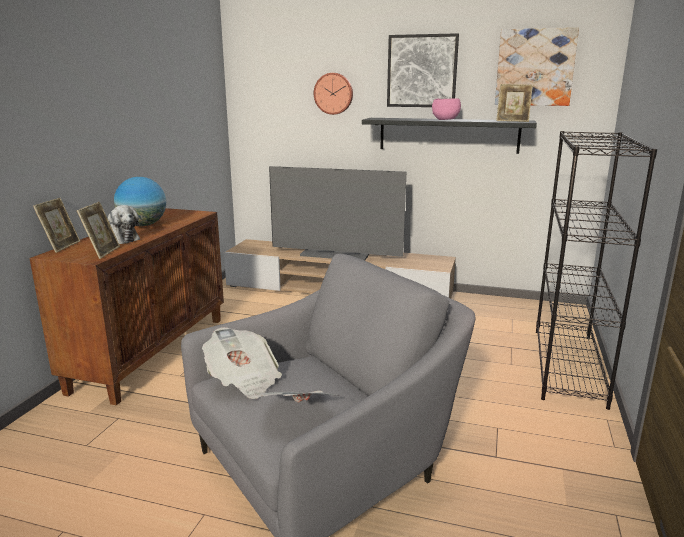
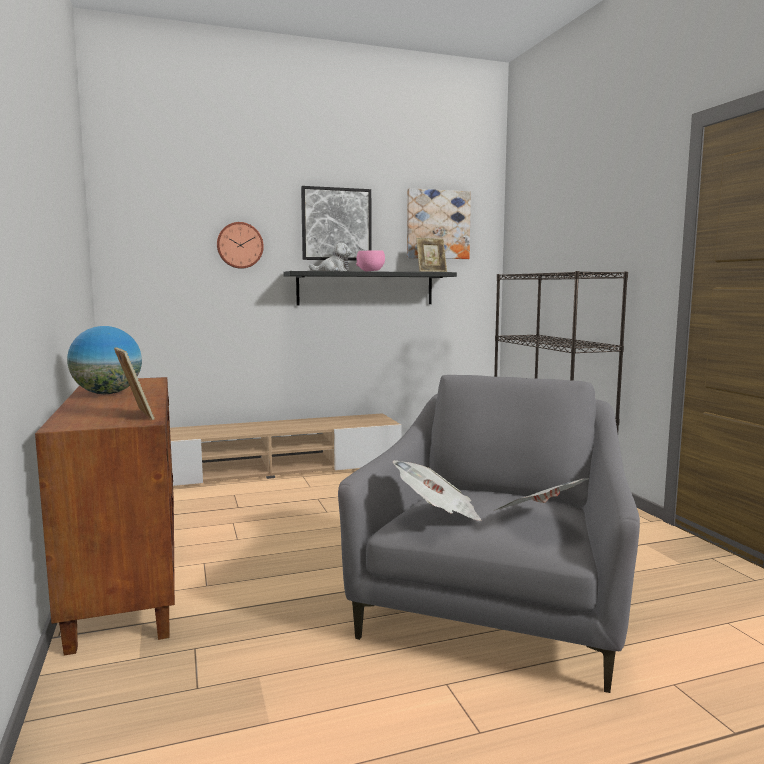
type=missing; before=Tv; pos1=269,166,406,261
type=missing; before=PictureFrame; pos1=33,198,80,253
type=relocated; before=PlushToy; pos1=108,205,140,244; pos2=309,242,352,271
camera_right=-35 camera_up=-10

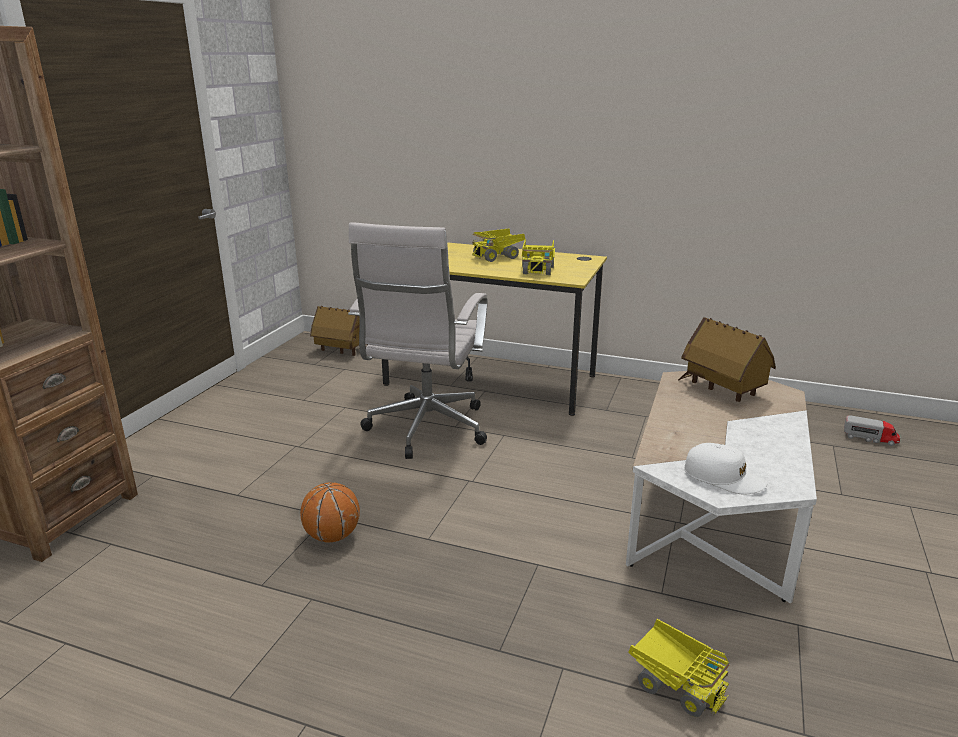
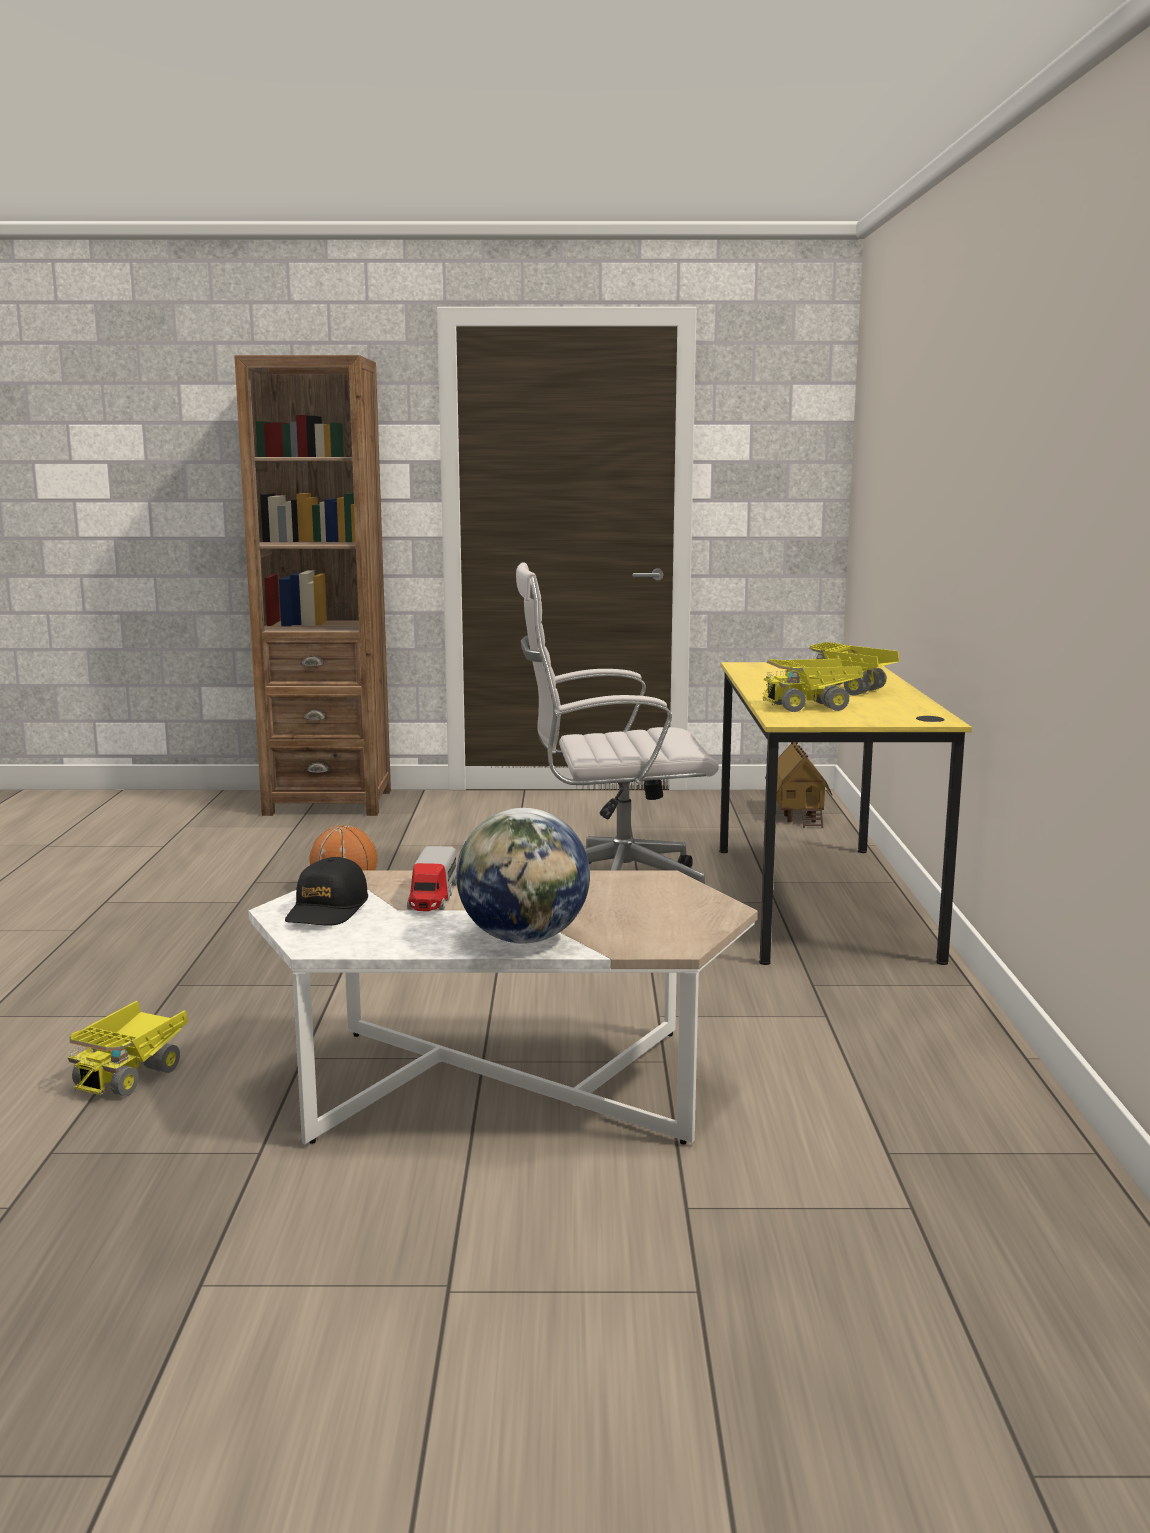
type=missing; before=MiniatureHouse; pos1=678,317,776,402
type=relocated; before=ToyTruck; pos1=844,415,900,446; pos2=407,846,457,911
type=colour; before=WhiteCap; after=BlackishCap; pos1=684,443,767,495; pos2=285,857,368,925
type=appeared; after=WorldGlobe; pos2=456,808,590,944
camera_right=70 camera_up=-10

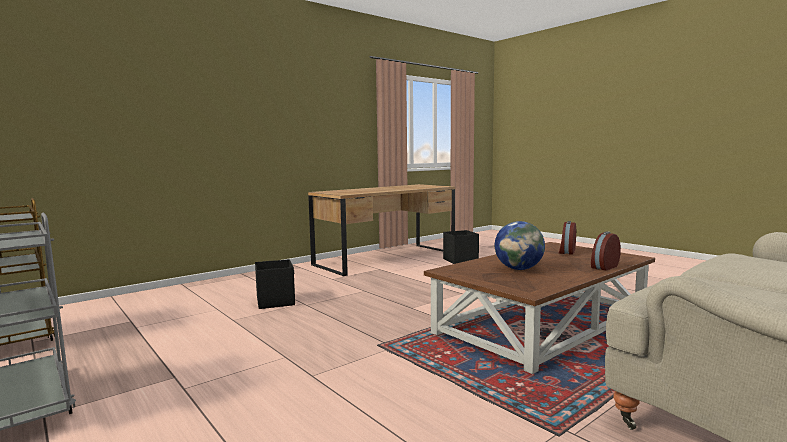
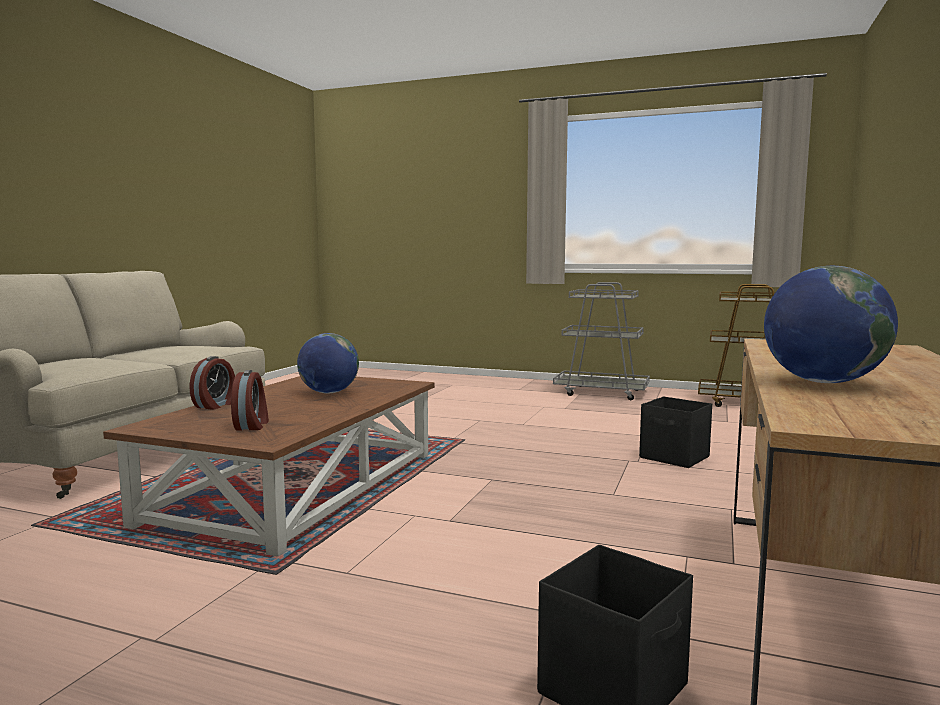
type=appeared; after=WorldGlobe; pos2=764,266,898,383
camera_right=150 camera_up=0

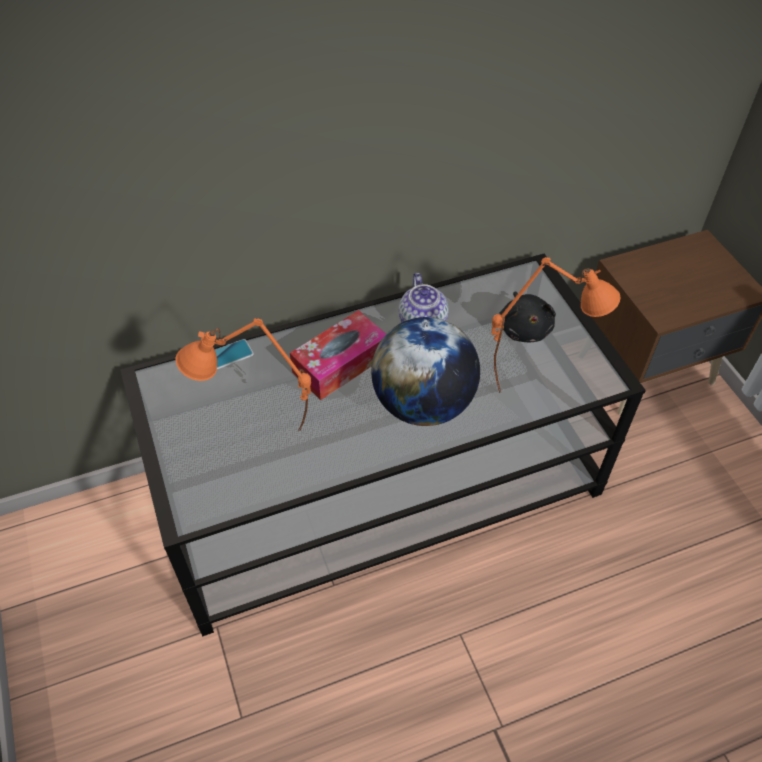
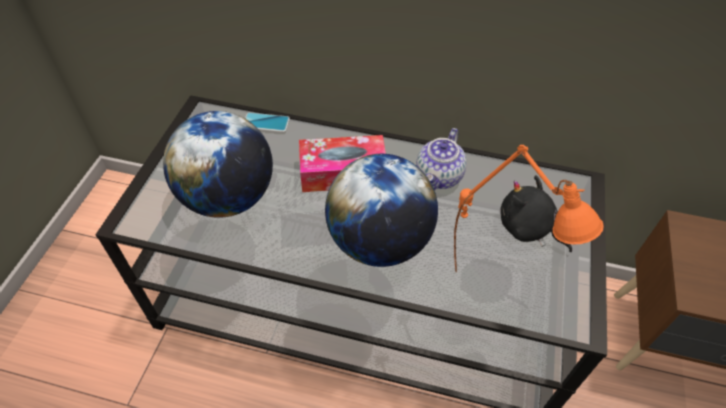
type=spun; before=BlackishPlushToy; pos1=499,291,556,342; pos2=500,175,572,252; turn=105
type=exchanged; before=OrangeColouredTabletopLamp; after=WorldGlobe; pos1=175,318,311,431; pos2=163,111,273,218
camera_right=35 camera_up=0

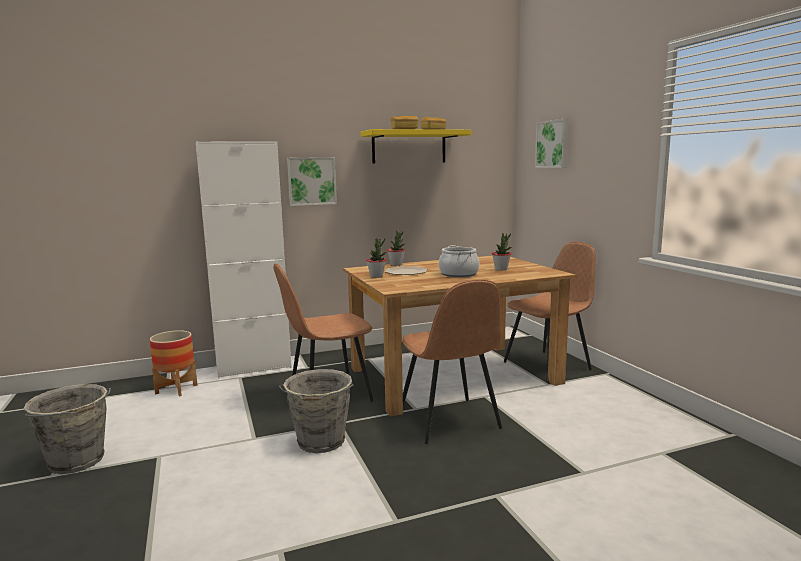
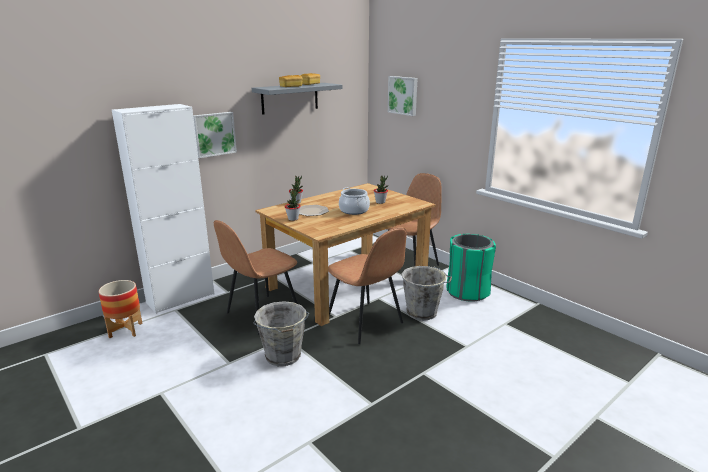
type=colour; before=YellowBracketShelf; after=GreyishBracketShelf; pos1=360,129,472,164; pos2=252,83,342,115
type=relocated; before=GreyishWaterBucket; pos1=23,384,111,474; pos2=402,266,452,320
type=appeared; after=GreenColouredTrashCan; pos2=446,234,496,302
camera_right=-20 camera_up=10

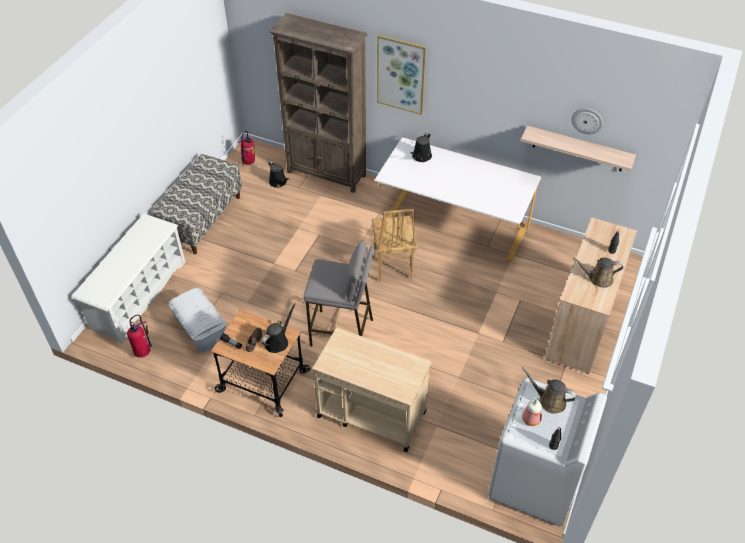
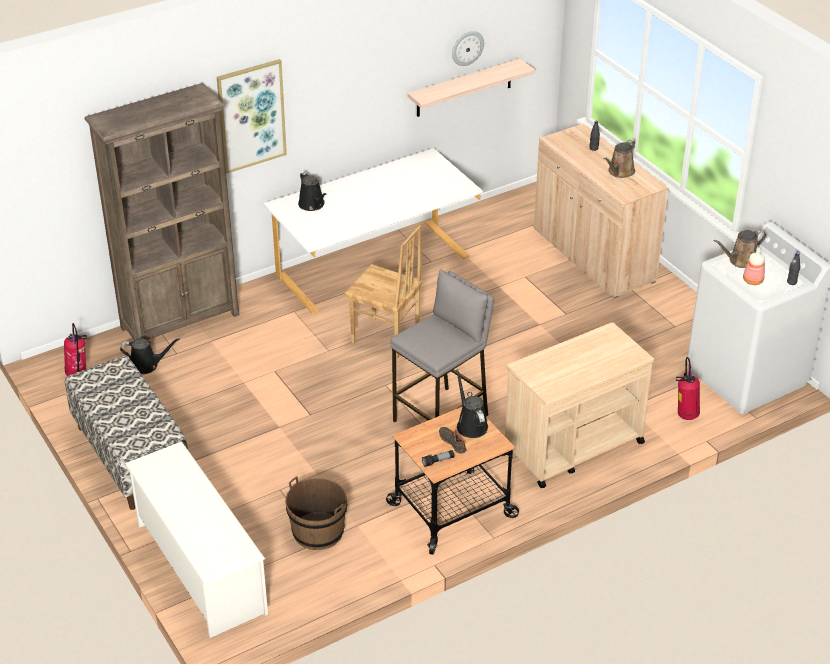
type=exchanged; before=WhiteStorageBin; after=BrownWaterBucket; pos1=169,288,226,352; pos2=285,476,347,550
type=relocated; before=FireExtinguisher; pos1=127,315,152,358; pos2=676,357,700,420
camera_right=-55 camera_up=-10

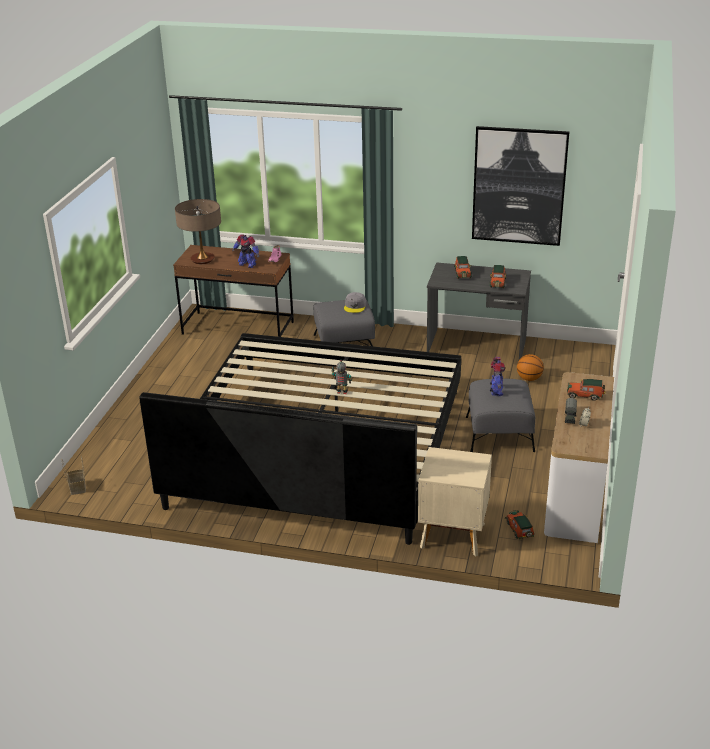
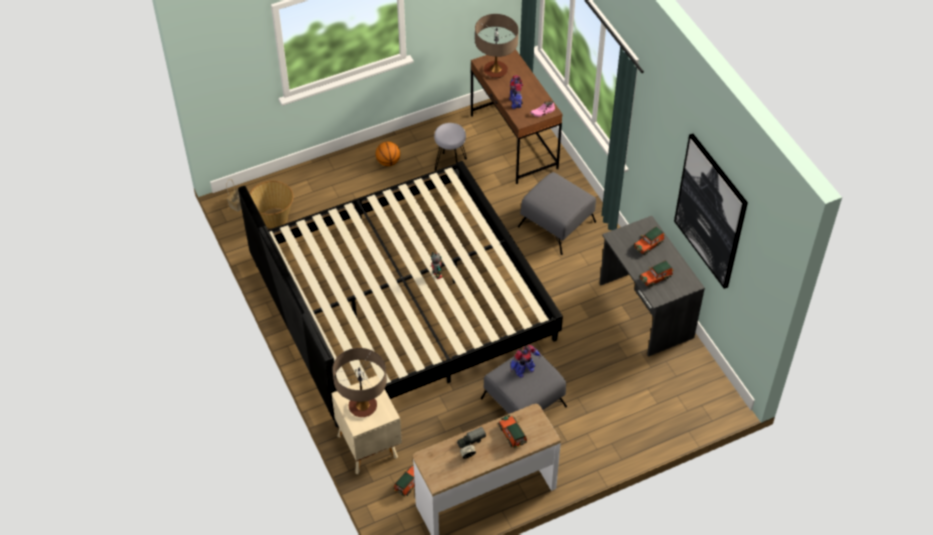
type=missing; before=GreyishCap; pos1=344,292,366,313
type=relocated; before=BallForBasketball; pos1=517,354,544,381; pos2=376,141,400,166
type=appeared; after=GreyishStoolSeat; pos2=434,123,467,171
type=appeared; after=StorageBasket; pos2=249,181,294,228
type=appeared; after=TabletopLamp; pos2=332,348,387,417
camera_right=50 camera_up=20

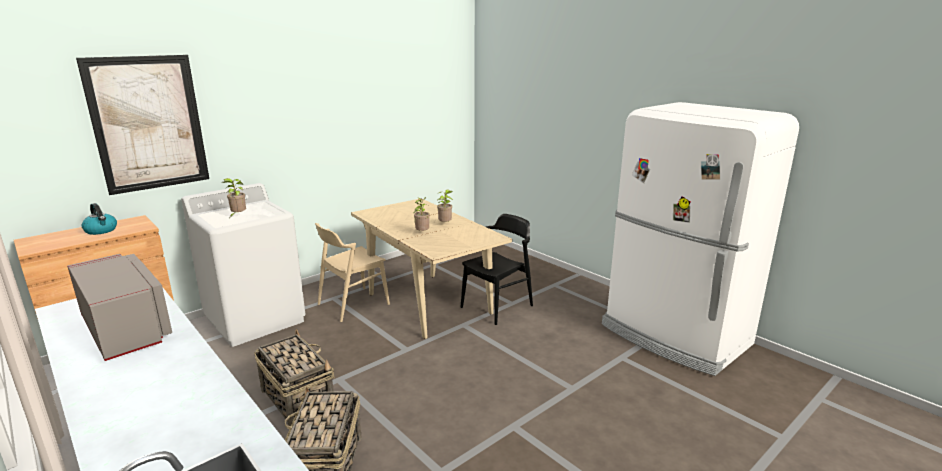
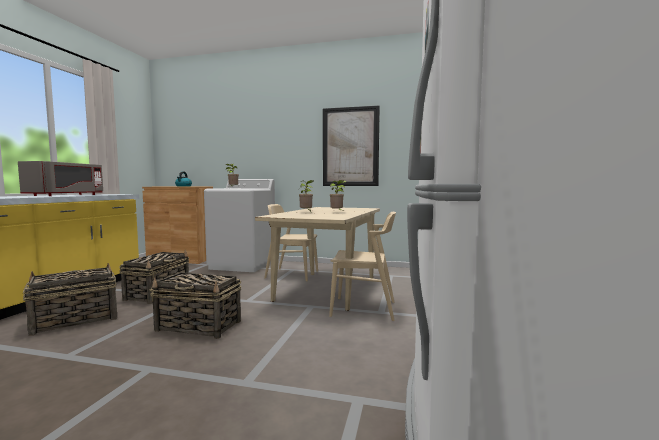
type=relocated; before=Picture; pos1=76,55,209,195; pos2=323,105,380,186
type=colour; before=BlackishPlainChair; after=BeigePlainChair; pos1=461,214,533,325; pos2=329,212,396,321
type=appeared; after=StorageBasket; pos2=150,272,241,339
camera_right=55 camera_up=-15

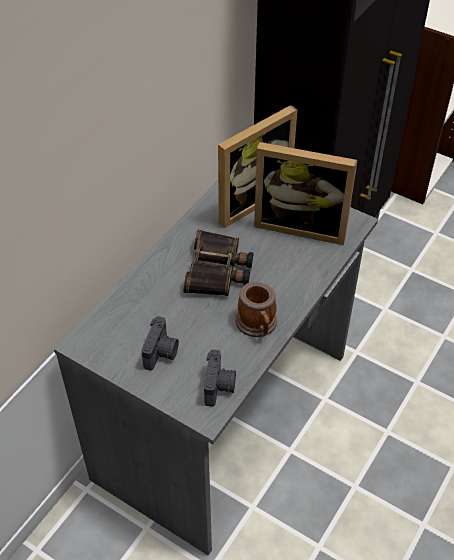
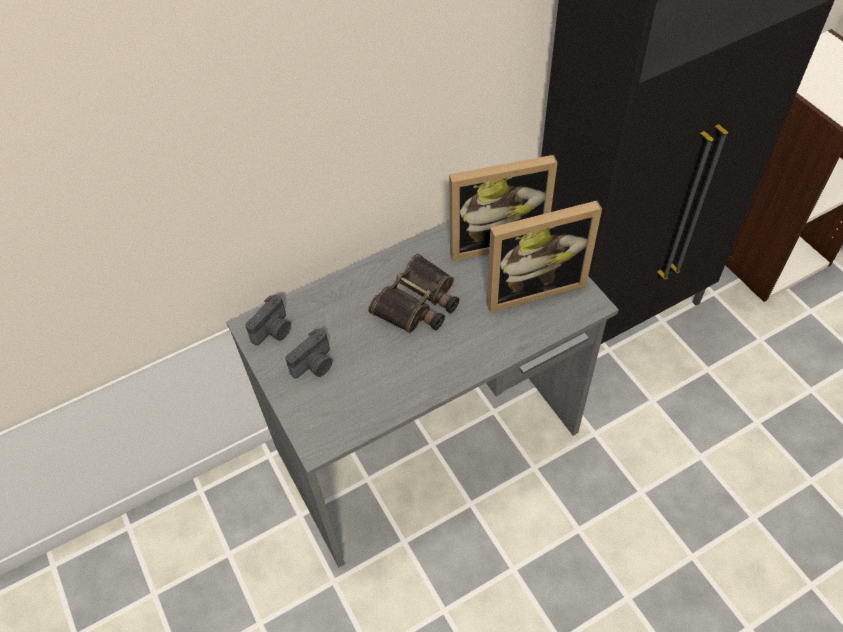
type=spun; before=PictureFrame; pos1=254,142,358,245; pos2=487,201,602,313; turn=-60
type=missing; before=TeaMug; pos1=235,282,277,337
type=relocated; before=PhotoCamera; pos1=204,350,236,407; pos2=245,294,291,346
camera_right=30 camera_up=5

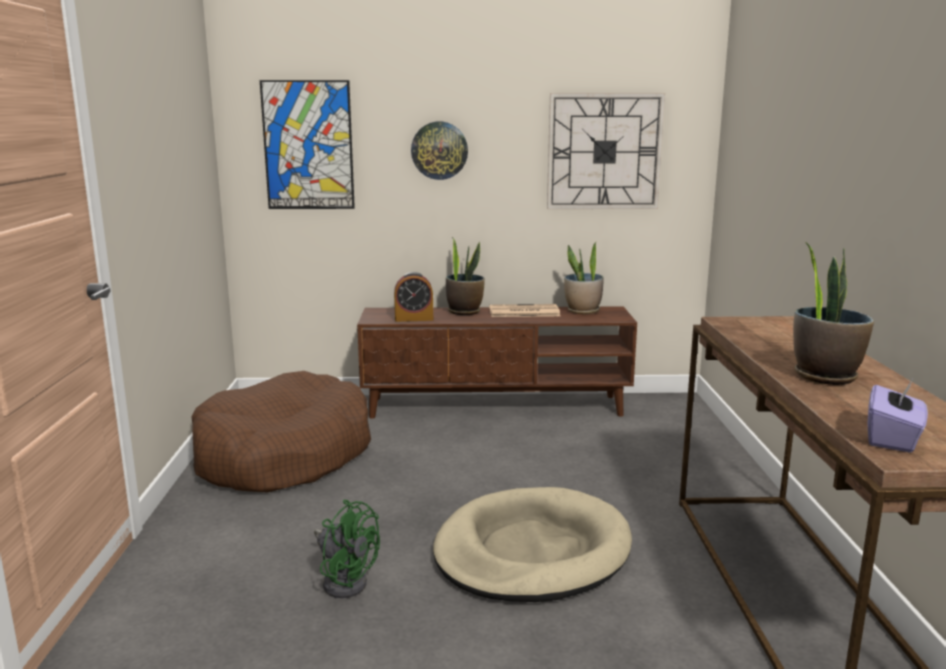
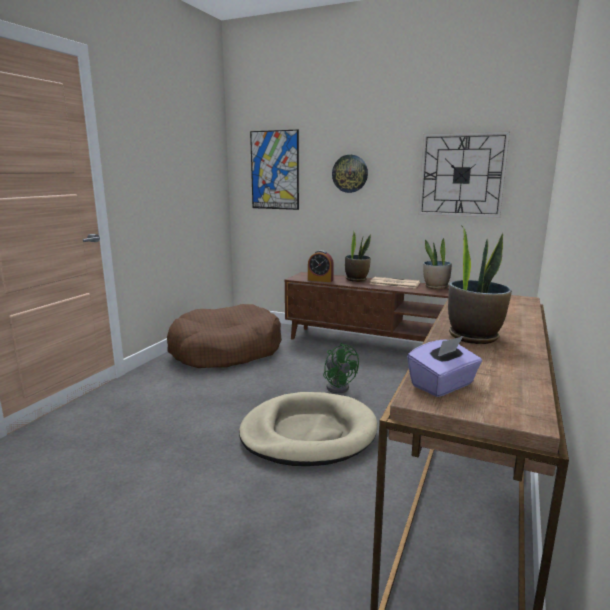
type=relocated; before=GreenColouredElectricFan; pos1=314,500,380,598; pos2=323,343,359,393
camera_right=25 camera_up=0

